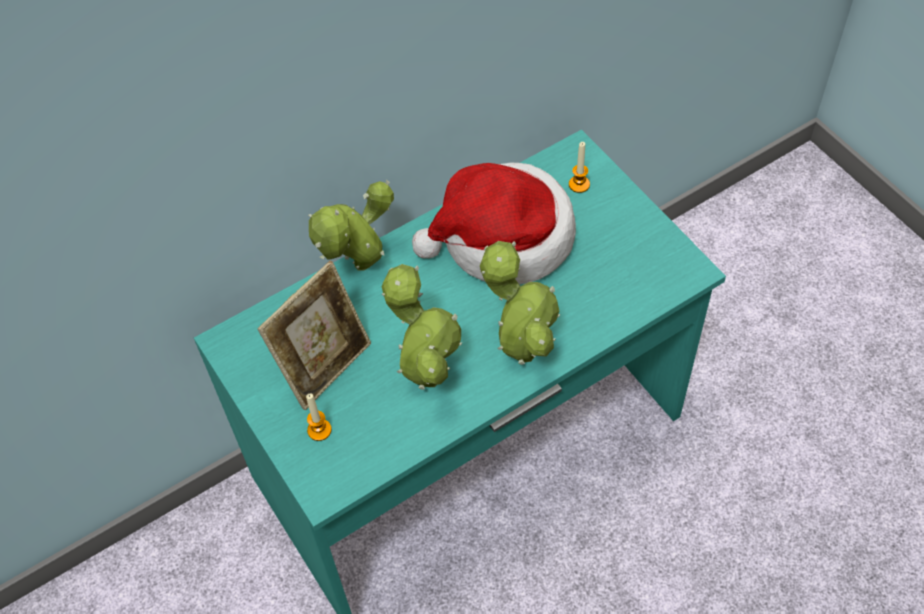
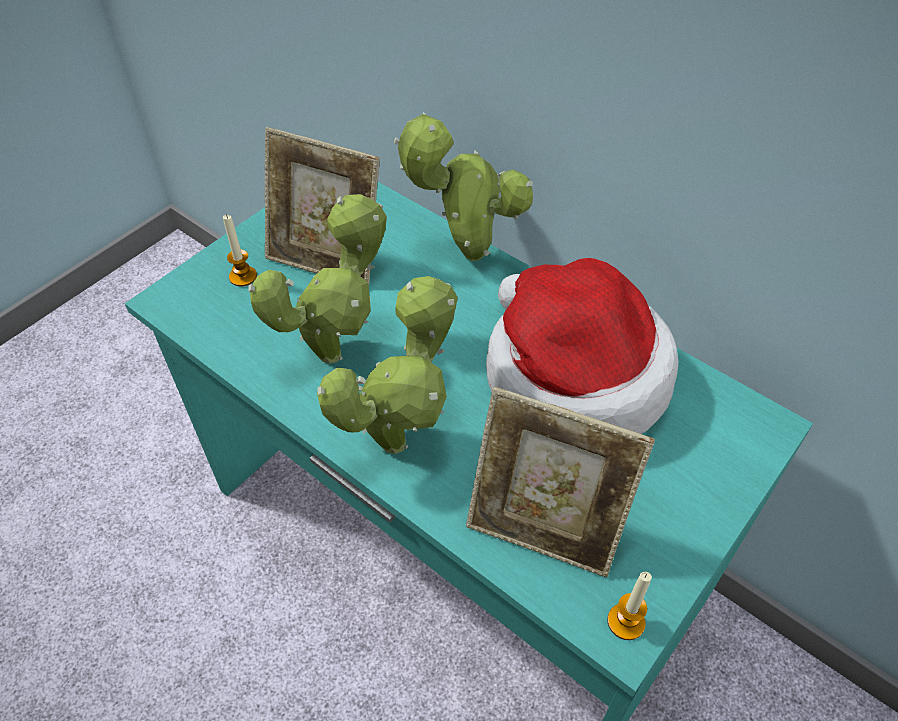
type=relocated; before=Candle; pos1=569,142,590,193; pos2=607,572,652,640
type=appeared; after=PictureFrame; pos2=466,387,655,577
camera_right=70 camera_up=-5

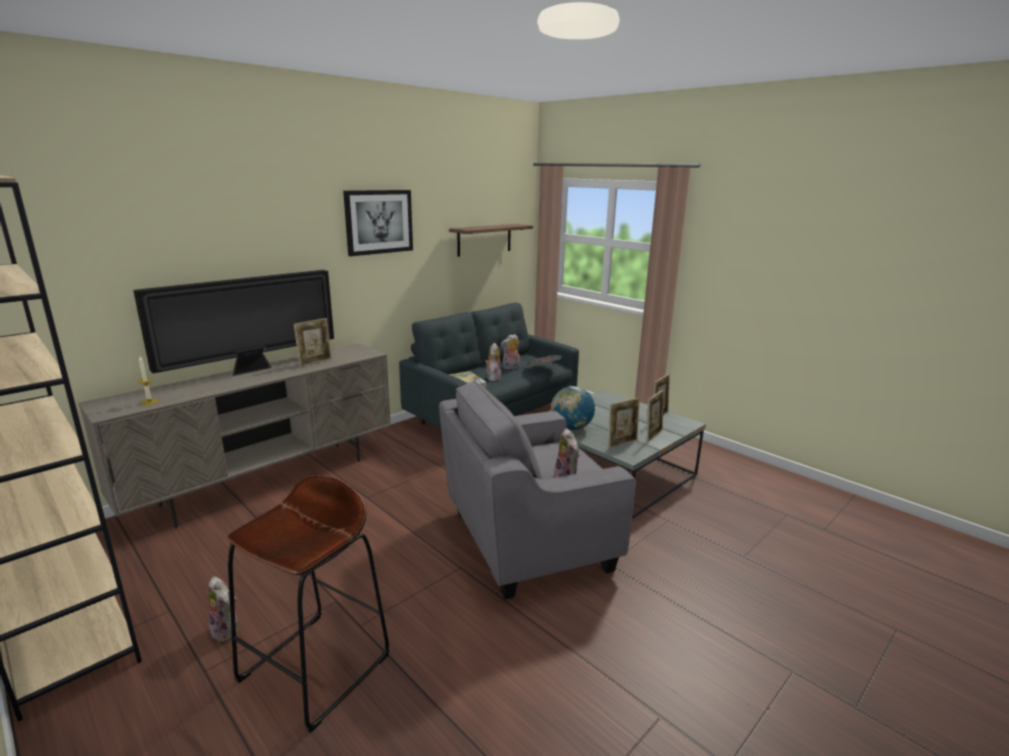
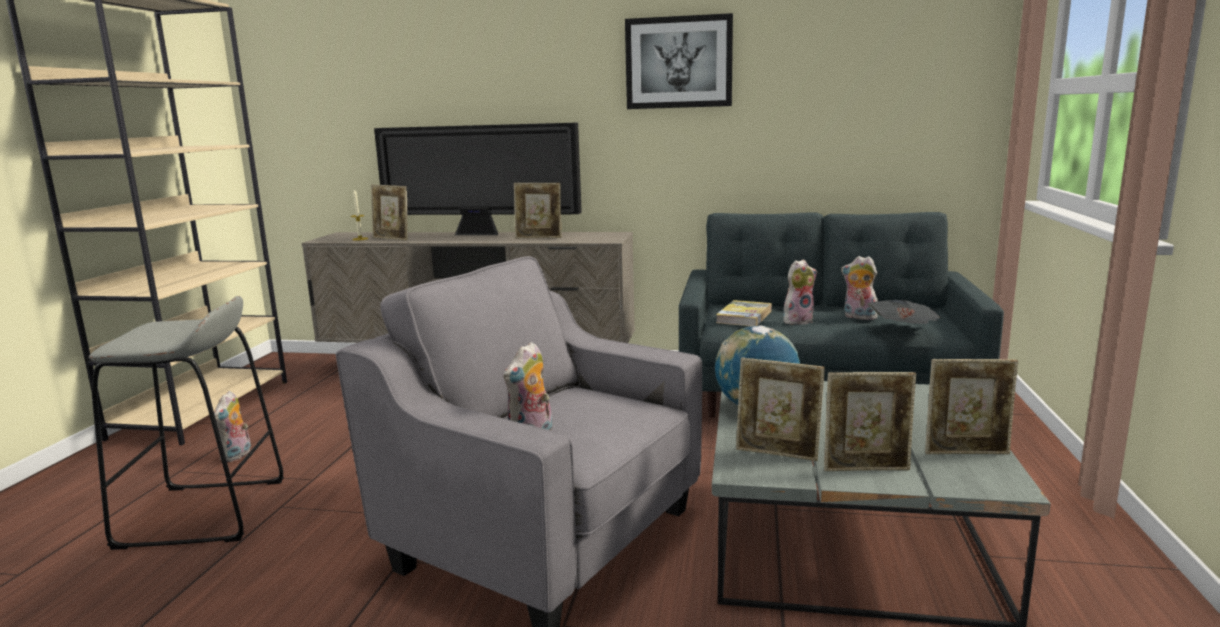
type=missing; before=BracketShelf; pos1=449,224,533,257
type=colour; before=BrownStoolSeat; after=GreyishStoolSeat; pos1=227,476,389,733; pos2=89,296,284,550
type=appeared; after=PictureFrame; pos2=371,184,408,240
camera_right=55 camera_up=-5

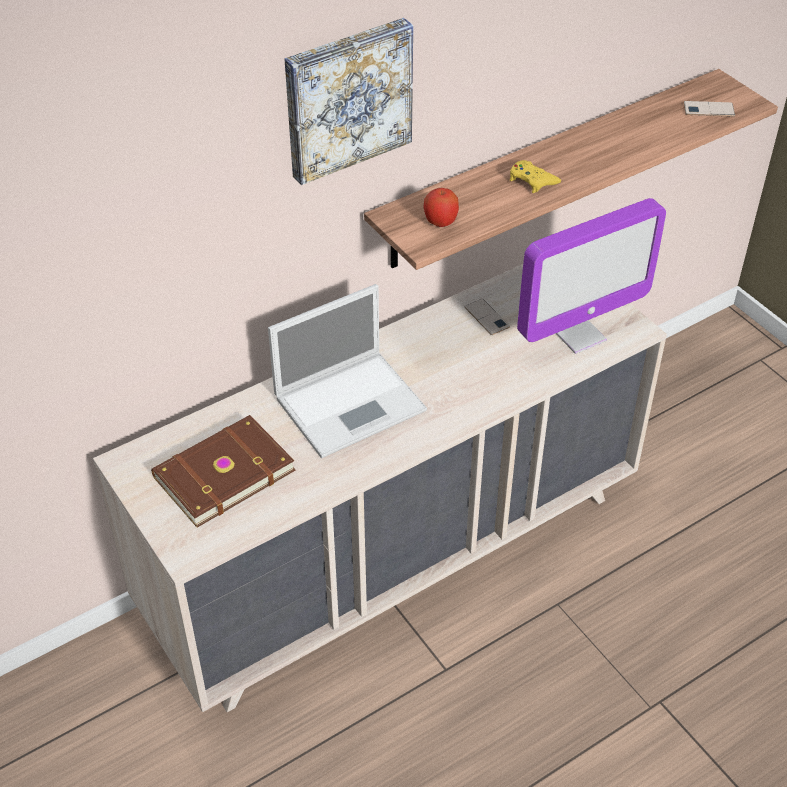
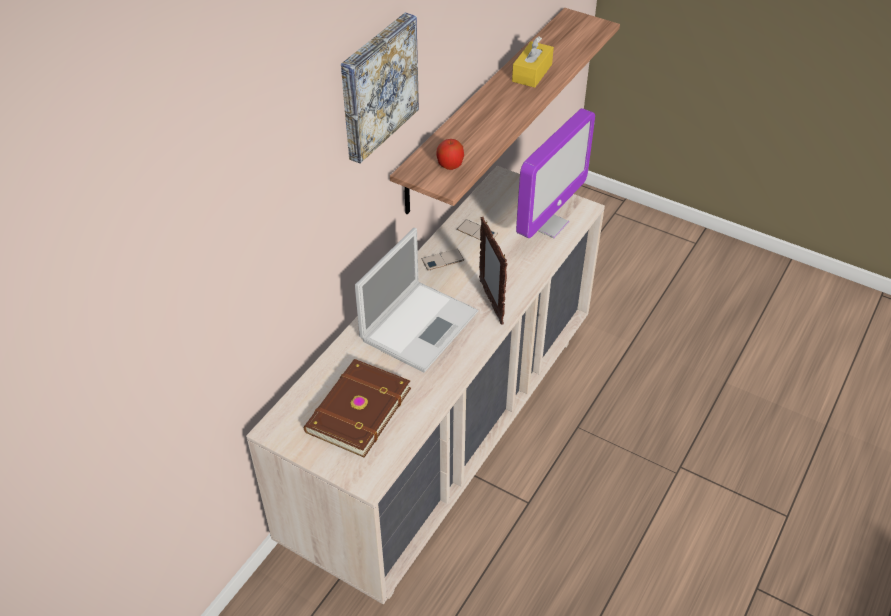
type=relocated; before=Phone; pos1=684,101,735,117; pos2=422,249,464,271
type=missing; before=YellowGameController; pos1=510,160,561,193
type=appeared; after=YellowBoxOfTissues; pos2=512,36,554,88
type=appeared; after=PictureFrame; pos2=479,217,508,325
camera_right=-25 camera_up=0

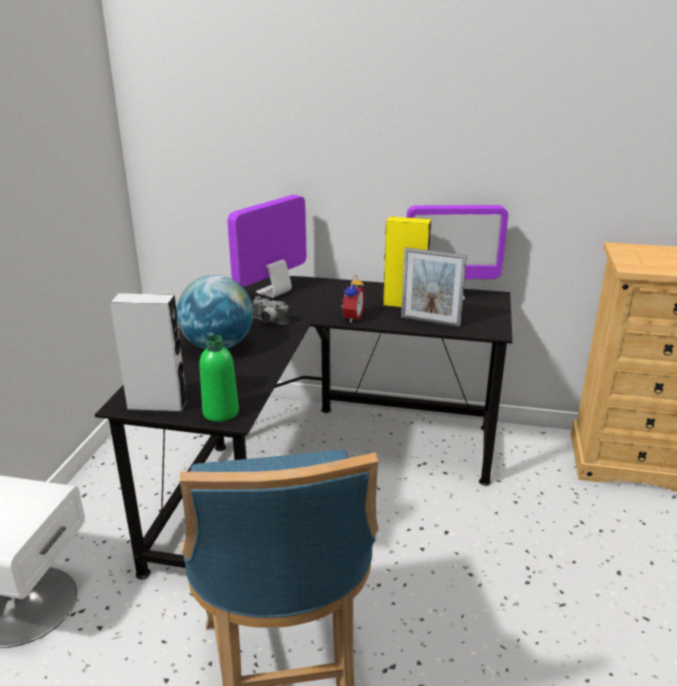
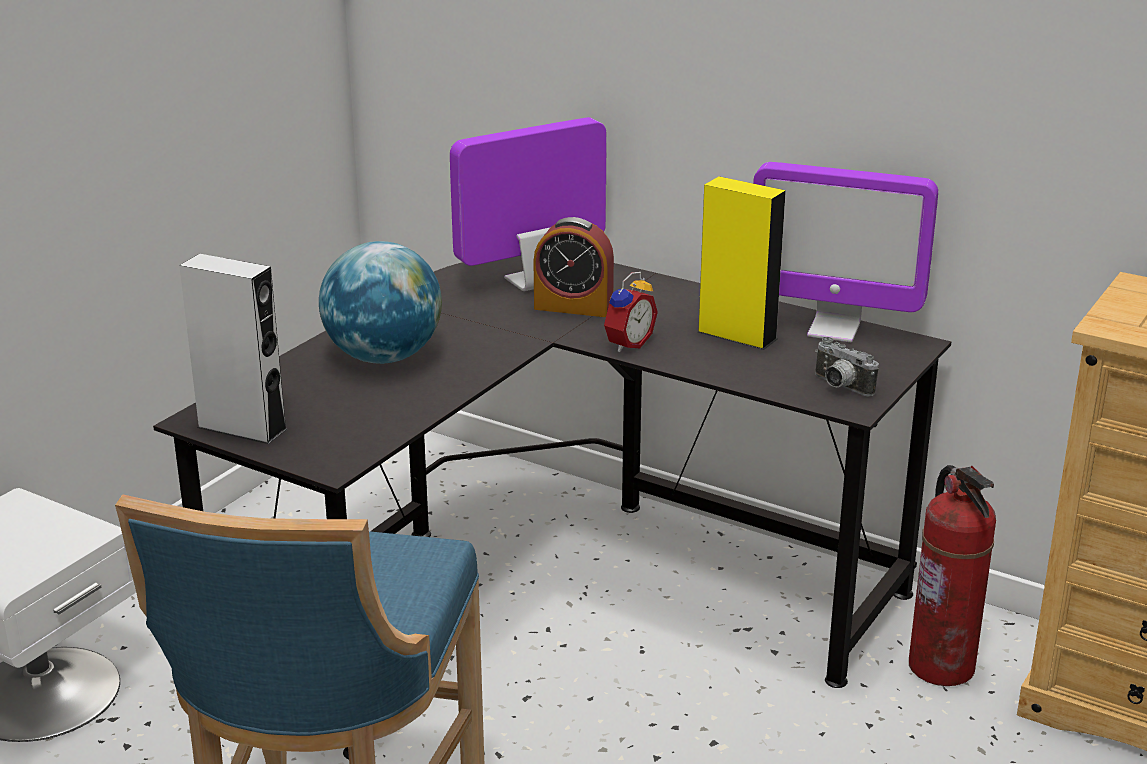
type=missing; before=PictureFrame; pos1=401,247,467,327
type=relocated; before=PhotoCamera; pos1=252,296,289,325; pos2=815,337,879,397
type=missing; before=GreenColouredBottle; pos1=199,335,239,422
type=appeared; after=AlarmClock; pos2=534,217,614,317
type=appeared; after=FireExtinguisher; pos2=909,465,996,686
camera_right=20 camera_up=0

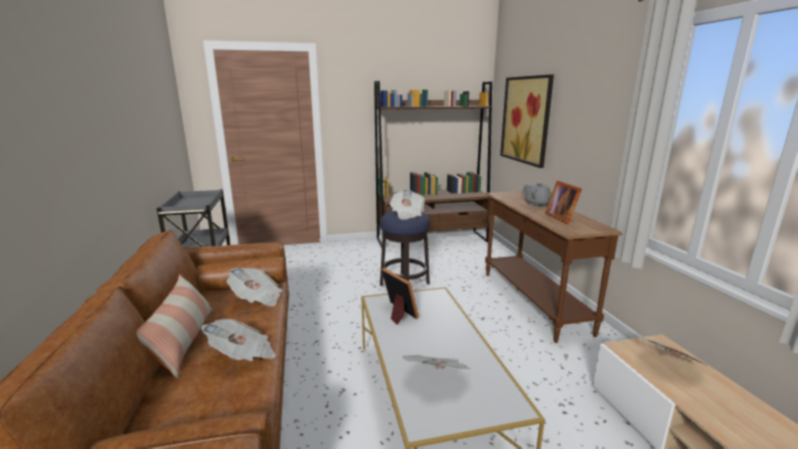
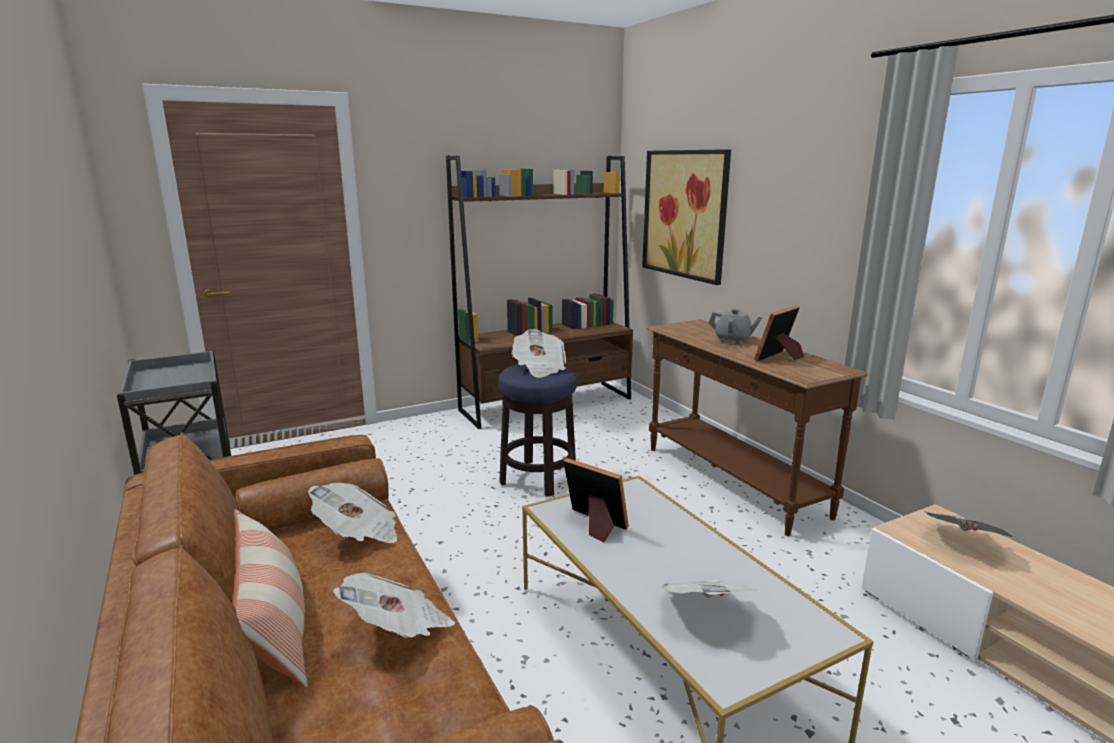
type=spun; before=PictureFrame; pos1=545,181,582,224; pos2=754,306,804,362; turn=75
camera_right=-15 camera_up=0

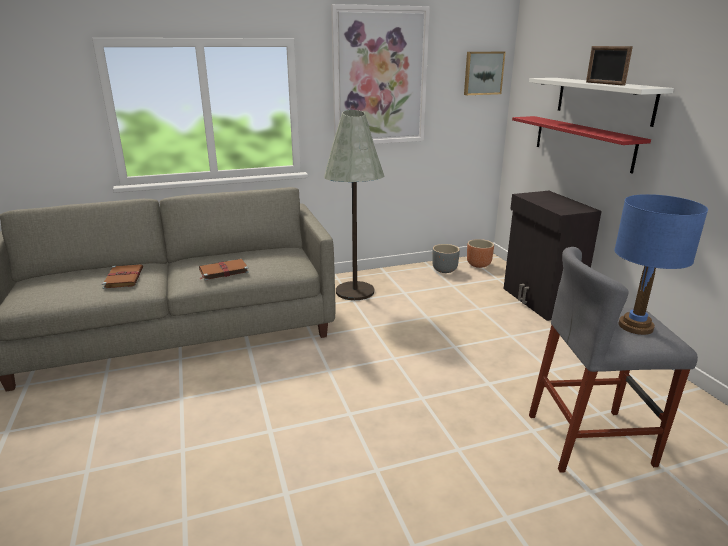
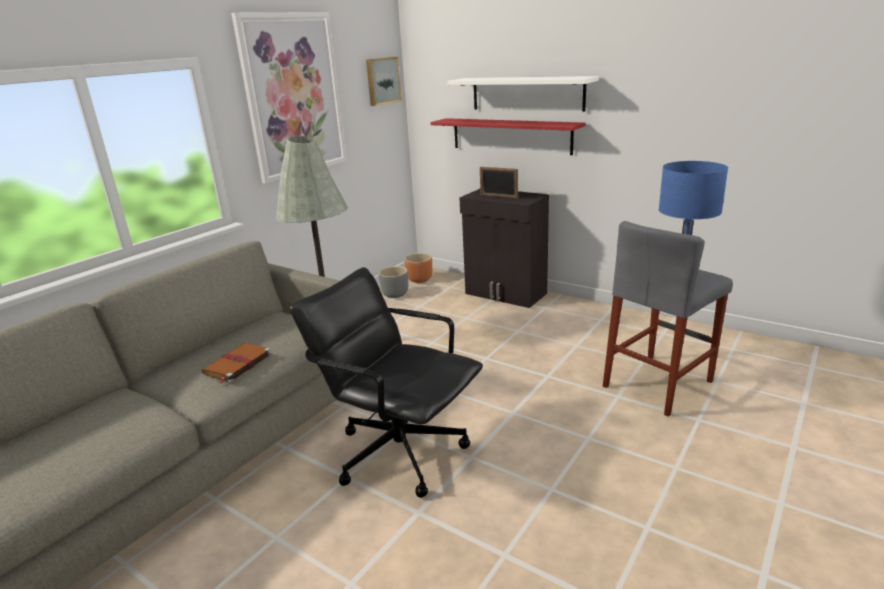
type=relocated; before=PictureFrame; pos1=586,46,633,86; pos2=480,167,518,199
type=missing; before=BrownBook; pos1=102,264,143,289
type=appeared; after=BlackishComputerChair; pos2=290,267,483,498
camera_right=-35 camera_up=0

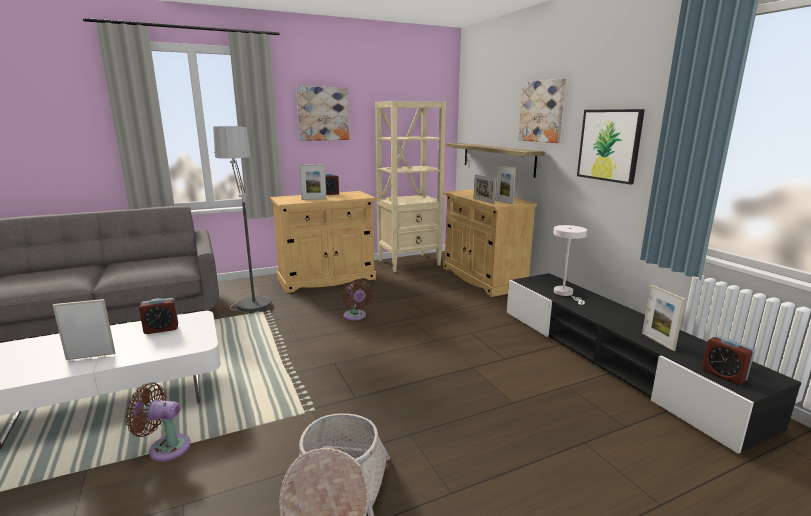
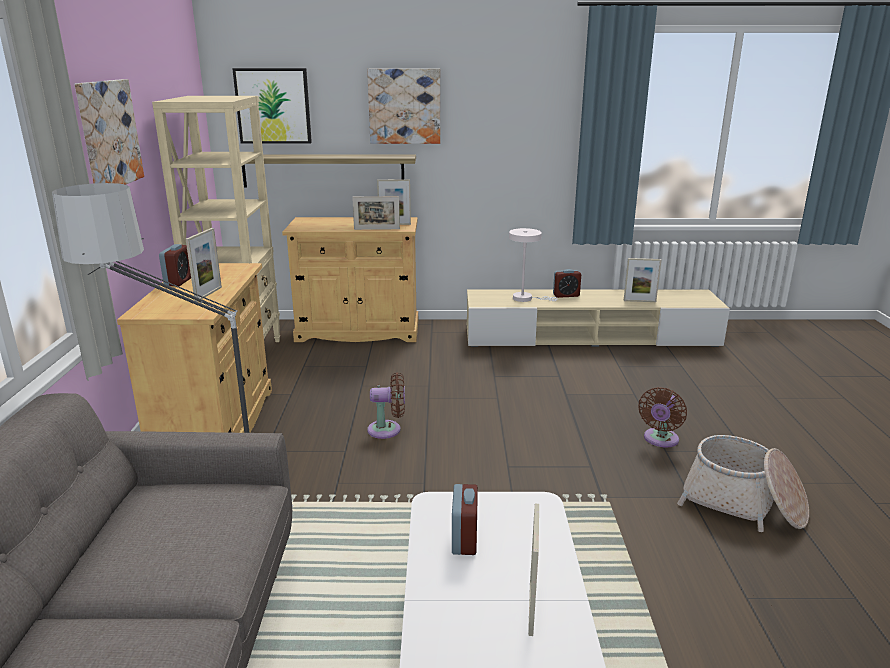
type=relocated; before=Picture; pos1=577,109,645,185; pos2=232,68,312,143
type=colour; before=BlackishTvStand; after=BeigeTvStand; pos1=507,273,801,454; pos2=467,290,730,347
type=relocated; before=AlarmClock; pos1=702,336,755,385; pos2=553,269,581,298
type=relocated; before=BrownElectricFan; pos1=126,383,191,462; pos2=638,387,687,447
camera_right=-65 camera_up=5

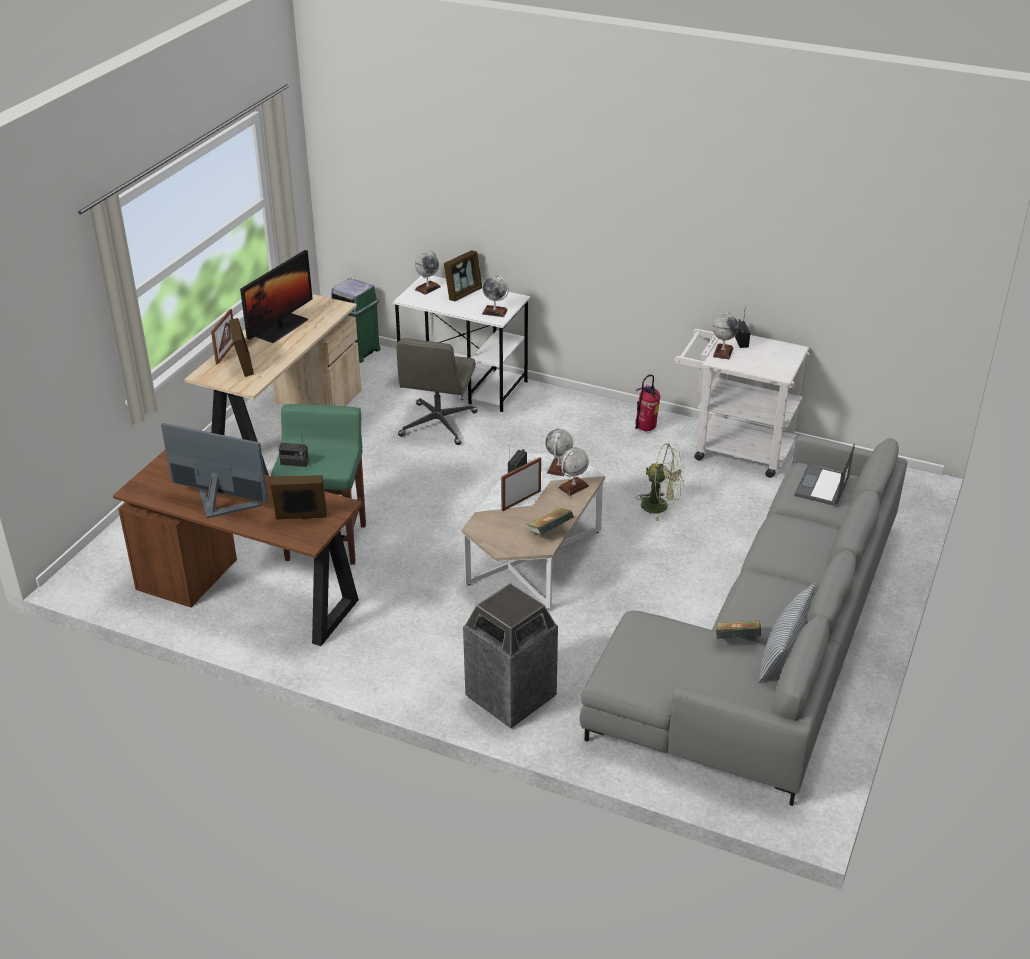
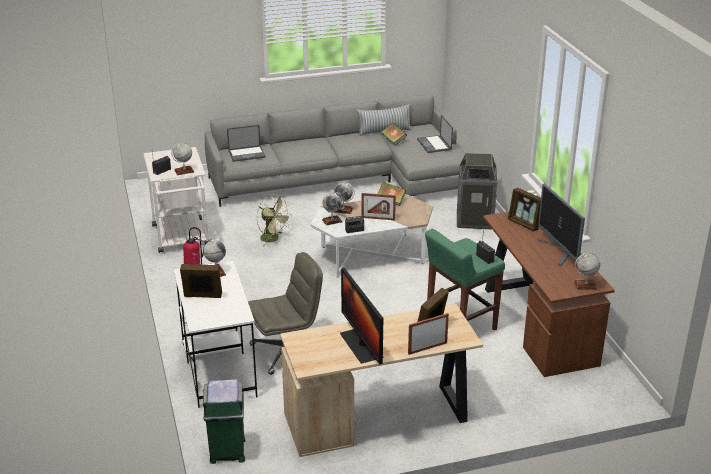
type=spun; before=Monitor; pos1=240,250,313,343; pos2=340,268,384,364; turn=-105
type=relocated; before=WorldGlobe; pos1=415,251,441,295; pos2=574,253,600,290
type=spun; before=GreenColouredElectricFan; pos1=636,443,685,521; pos2=256,194,292,246; turn=150
type=appeared; after=PortableComputer; pos2=417,115,453,153
camera_right=-130 camera_up=-5

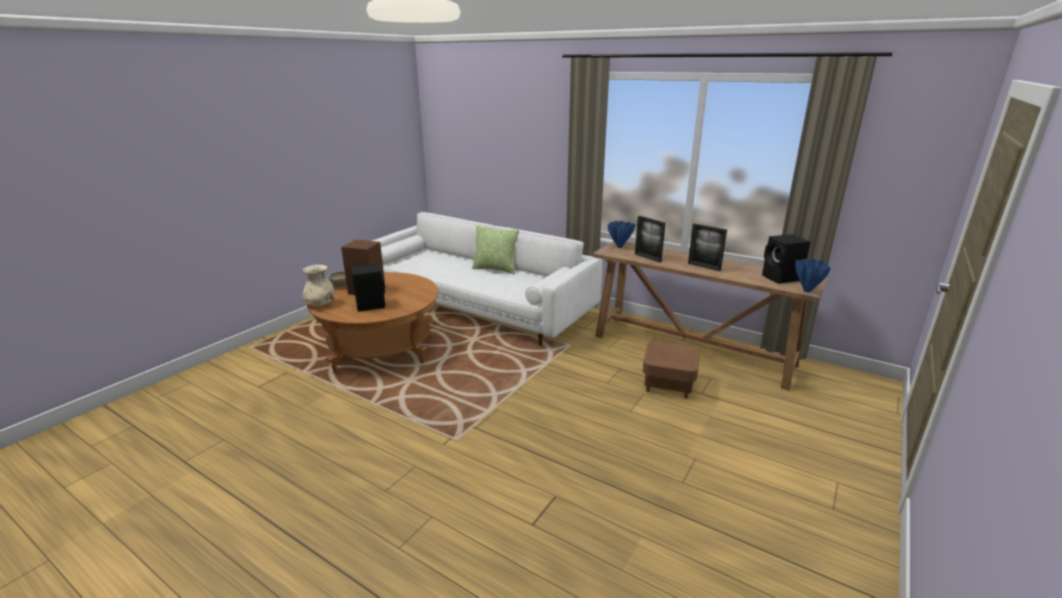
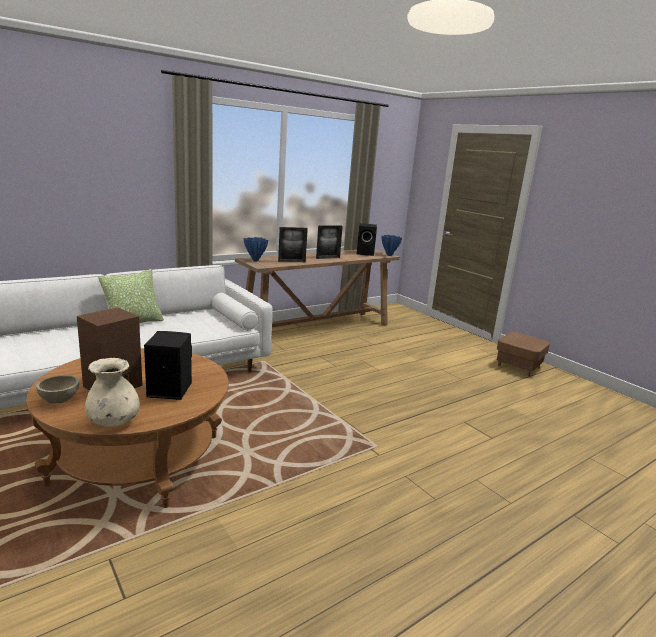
type=relocated; before=BrownFootrest; pos1=643,341,700,398; pos2=497,332,550,376
camera_right=-70 camera_up=-5

